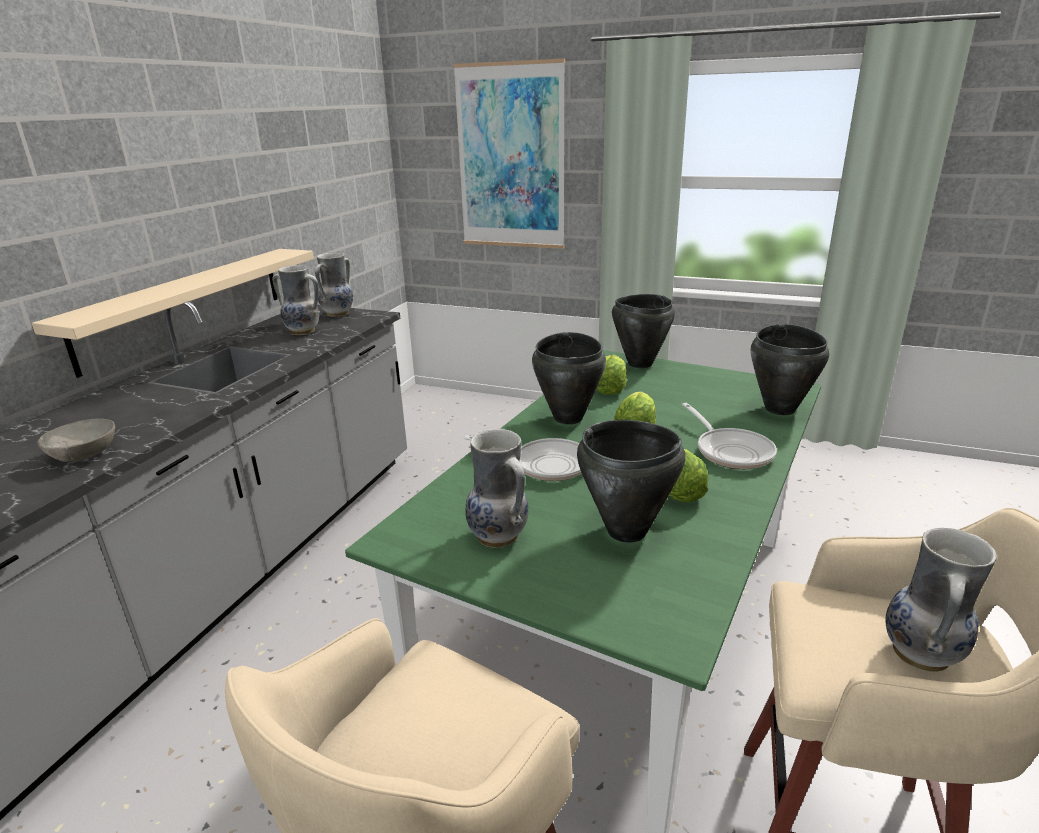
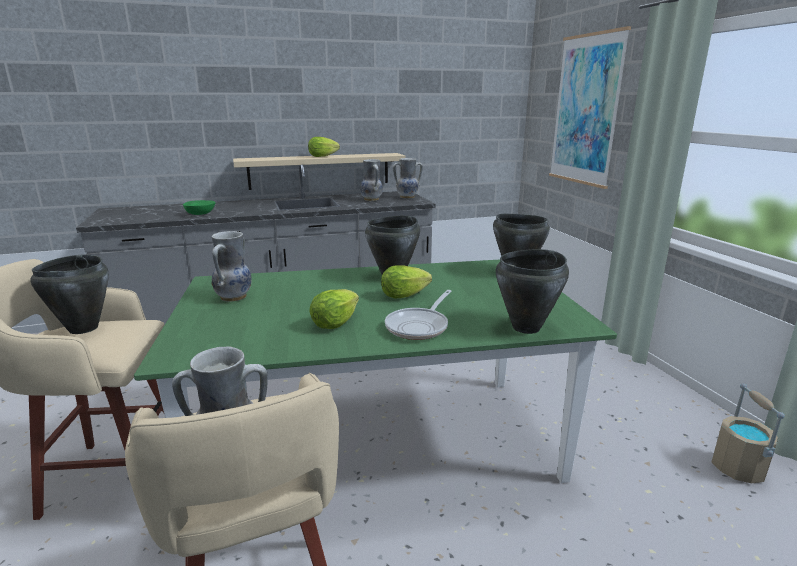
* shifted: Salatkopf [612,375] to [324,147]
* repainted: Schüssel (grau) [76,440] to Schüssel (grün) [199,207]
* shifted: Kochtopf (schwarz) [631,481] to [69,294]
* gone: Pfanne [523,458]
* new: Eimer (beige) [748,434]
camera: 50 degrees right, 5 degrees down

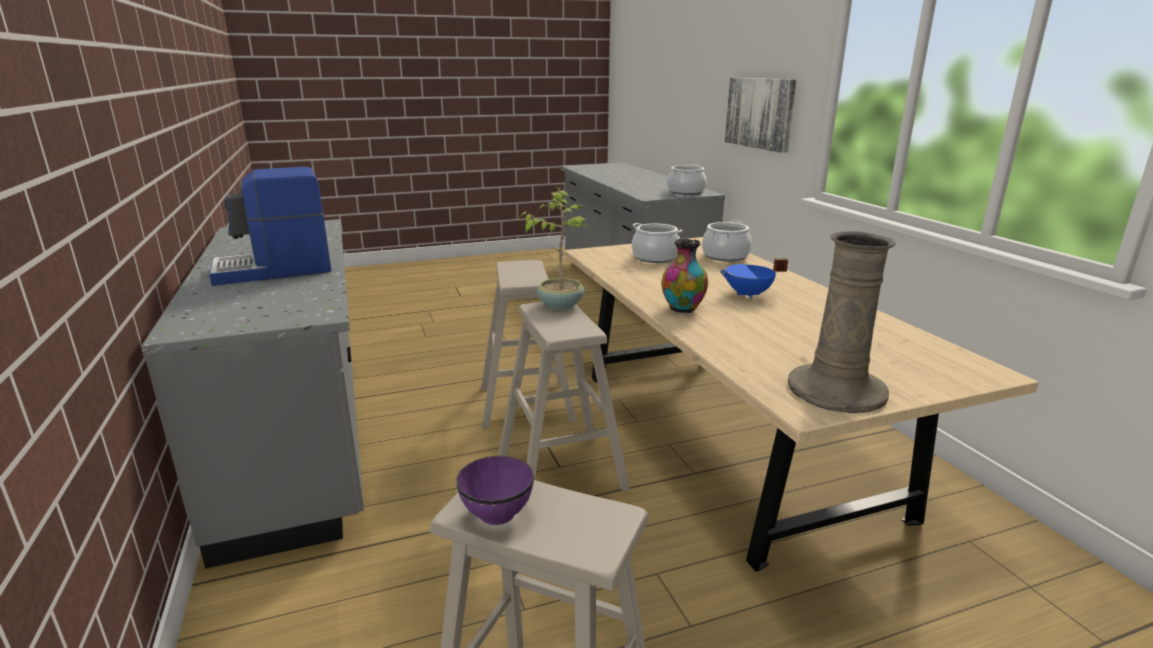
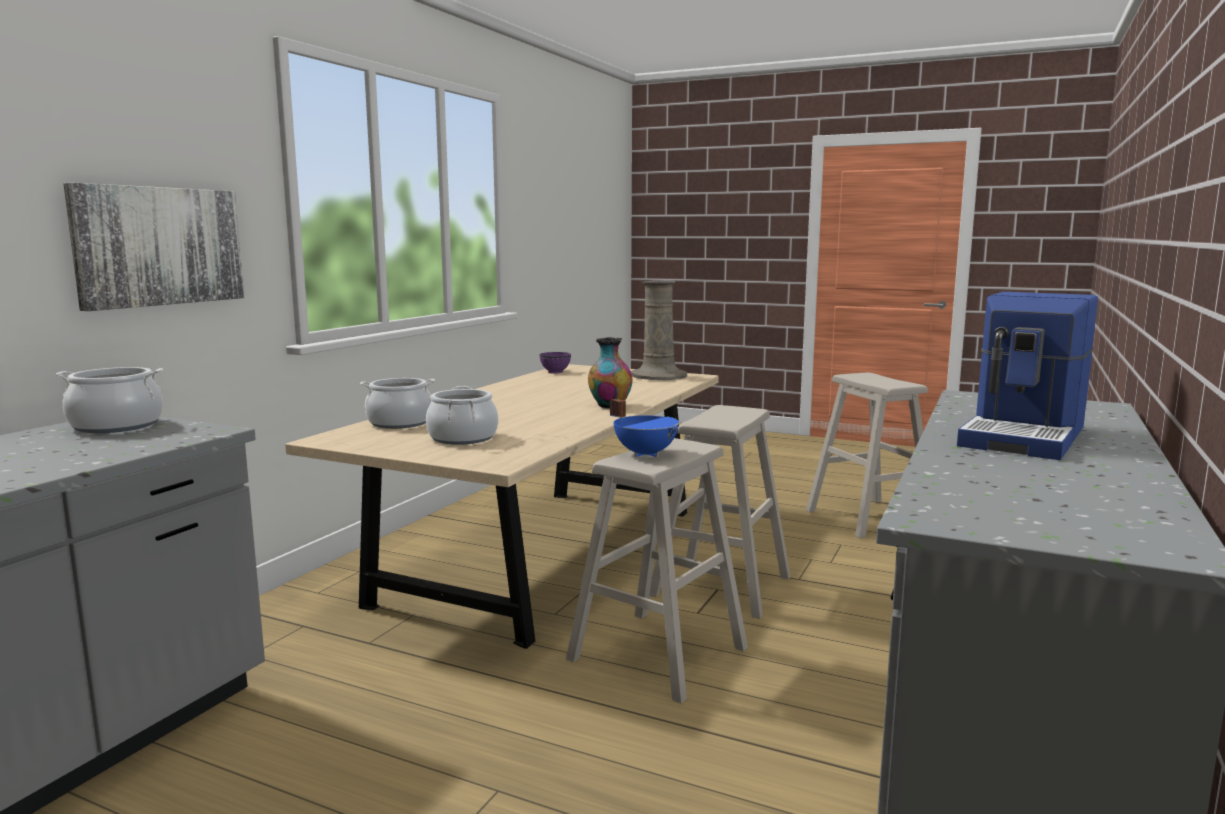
* rotated: Kaffeemaschine [270,226] = [1027,376] 105 degrees clockwise
* gone: Topfpflanze [554,249]
* shifted: Kochtopf (blau) [754,278] to [644,428]
* shifted: Schüssel (lila) [495,490] to [555,362]
camera: 135 degrees left, 10 degrees down

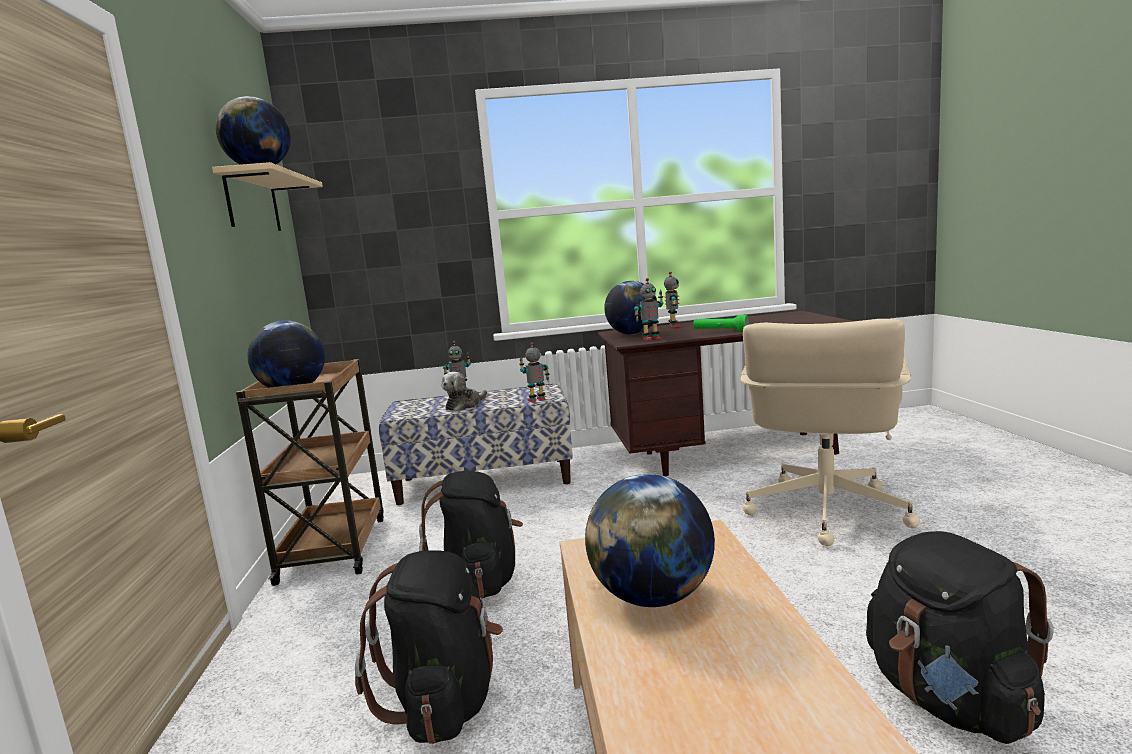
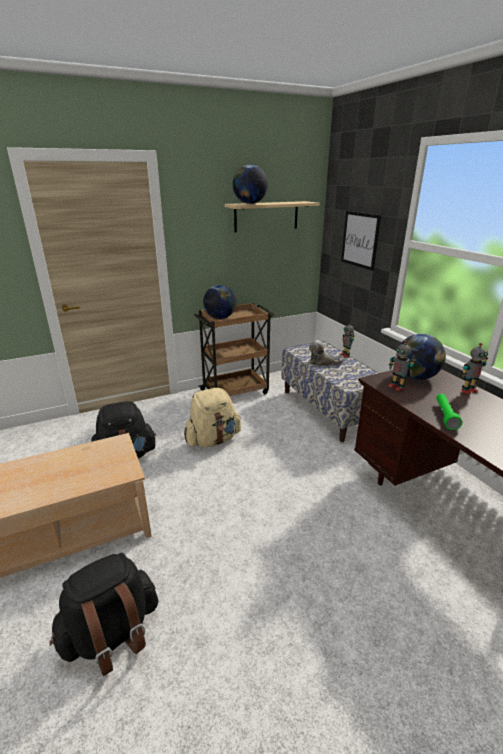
* gone: Bürostuhl (beige) [830,432]
* gone: Spielzeugroboter [534,372]
* repainted: Rucksack (schwarz) [471,535] to Rucksack (beige) [212,417]
* gone: Globus [650,540]
* new: Bild [361,241]
camera: 70 degrees right, 15 degrees up

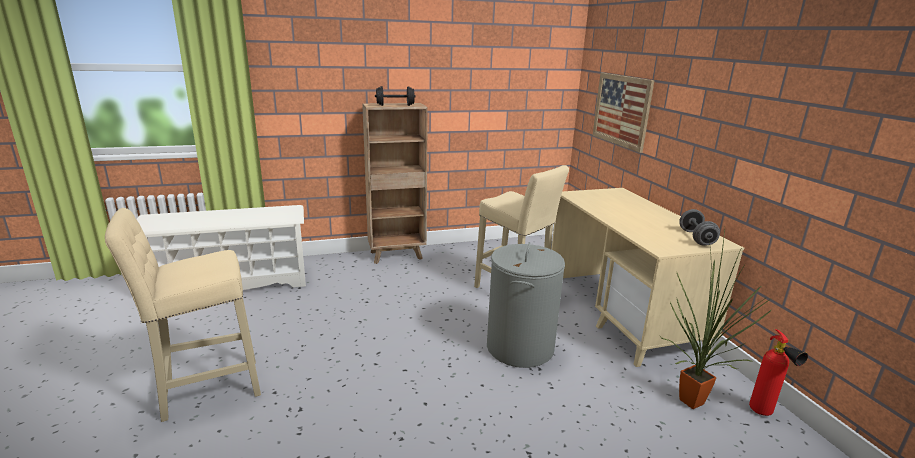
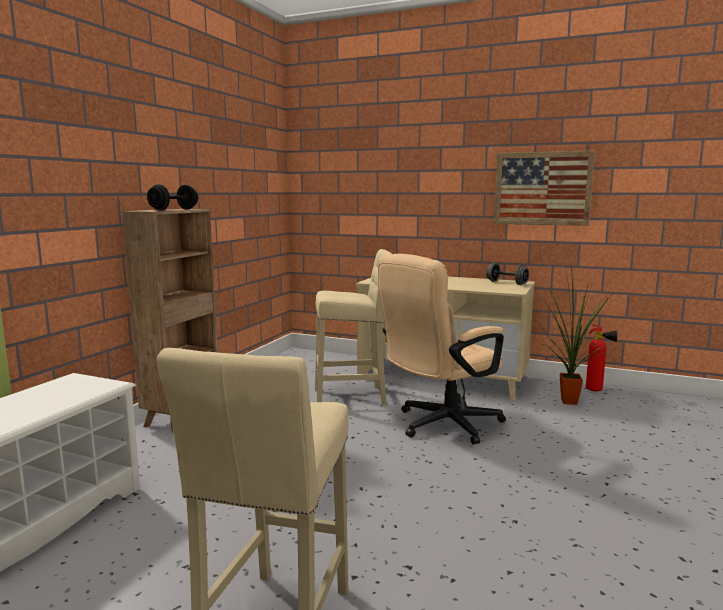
* shifted: Bild [624,113] to [544,188]
* swapped: Wäschekorb (grau) [526,305] to Bürostuhl (beige) [442,349]
camera: 50 degrees left, 10 degrees down

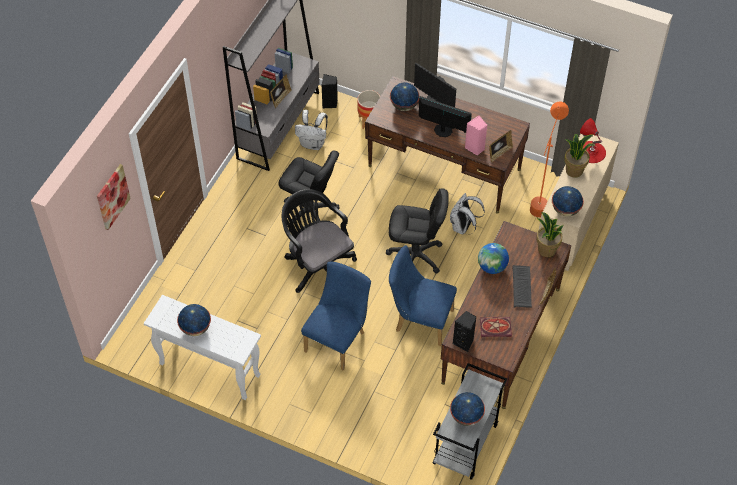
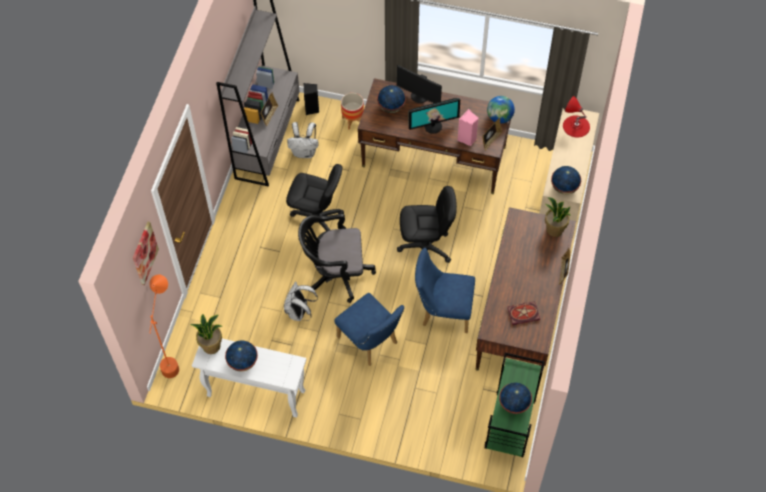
* rotated: Monitor [445,116] = [434,115] 150 degrees clockwise
* shifted: Stehlampe (orange) [549,159] to [164,326]
* shifted: Topfpflanze [580,156] to [206,334]
* rotated: Bürostuhl (schwarz) [319,241] = [337,258] 45 degrees counterclockwise
* shifted: Rucksack (weiß) [467,213] to [301,301]
* shifted: Globus [493,258] to [501,109]
* rotated: Stuhl (blau) [336,316] = [369,329] 120 degrees clockwise
* gone: Tastatur [522,286]
* gone: Lautsprecher (schwarz) [464,331]
* repainted: Rollwagen (grau) [470,421] to Rollwagen (grün) [514,405]
camera: 10 degrees left, 5 degrees up

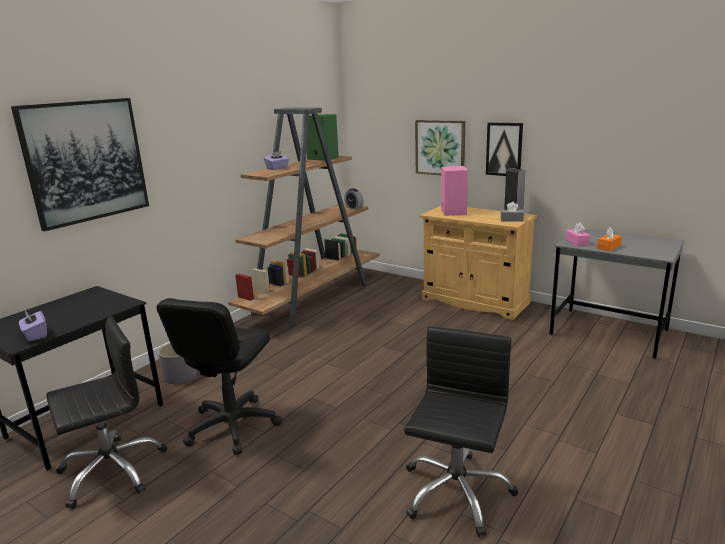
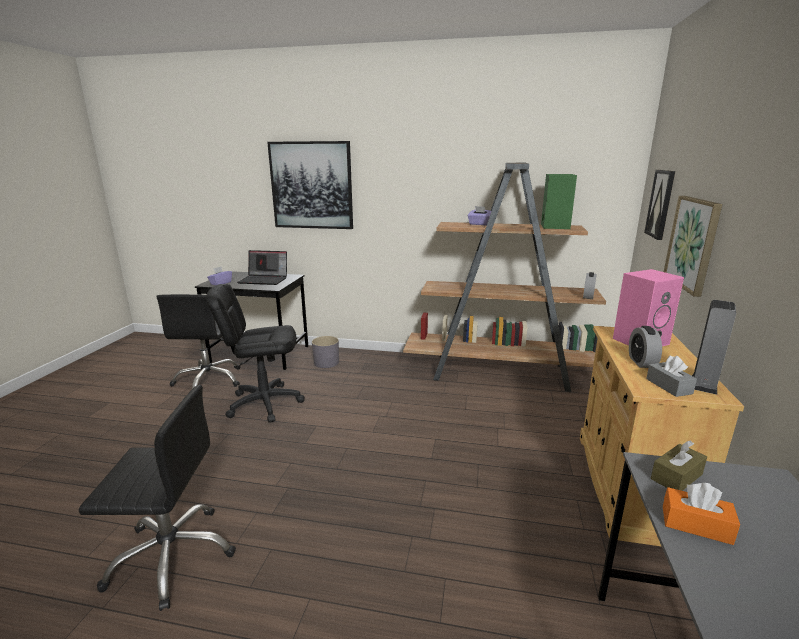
* shifted: Bild [504,149] to [659,205]
* repainted: Taschentuchbox (rosa) [577,234] to Taschentuchbox (braun) [679,466]
* rotated: Bürostuhl (schwarz) [106,412] = [198,341] 60 degrees clockwise
* new: Laptop [262,267]
* new: Wecker [645,347]
camera: 65 degrees right, 0 degrees up

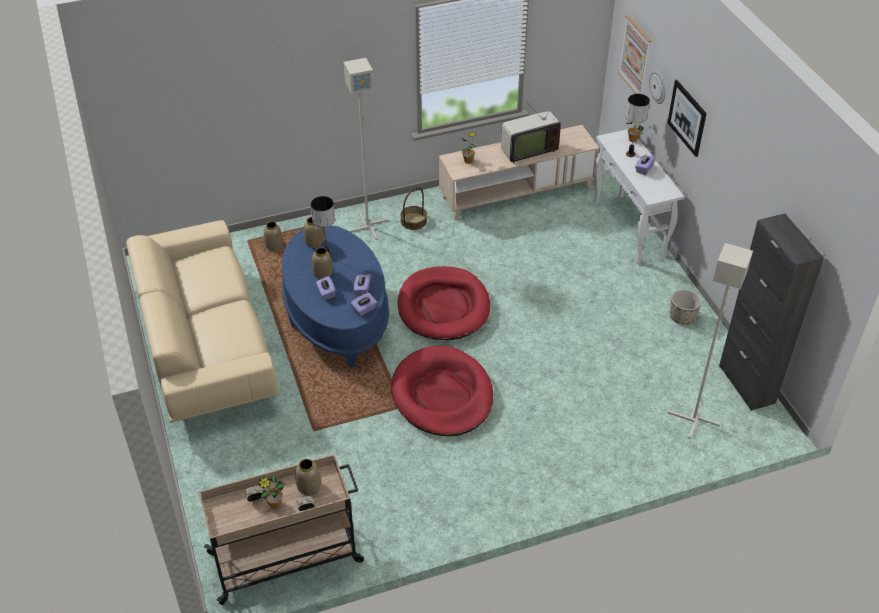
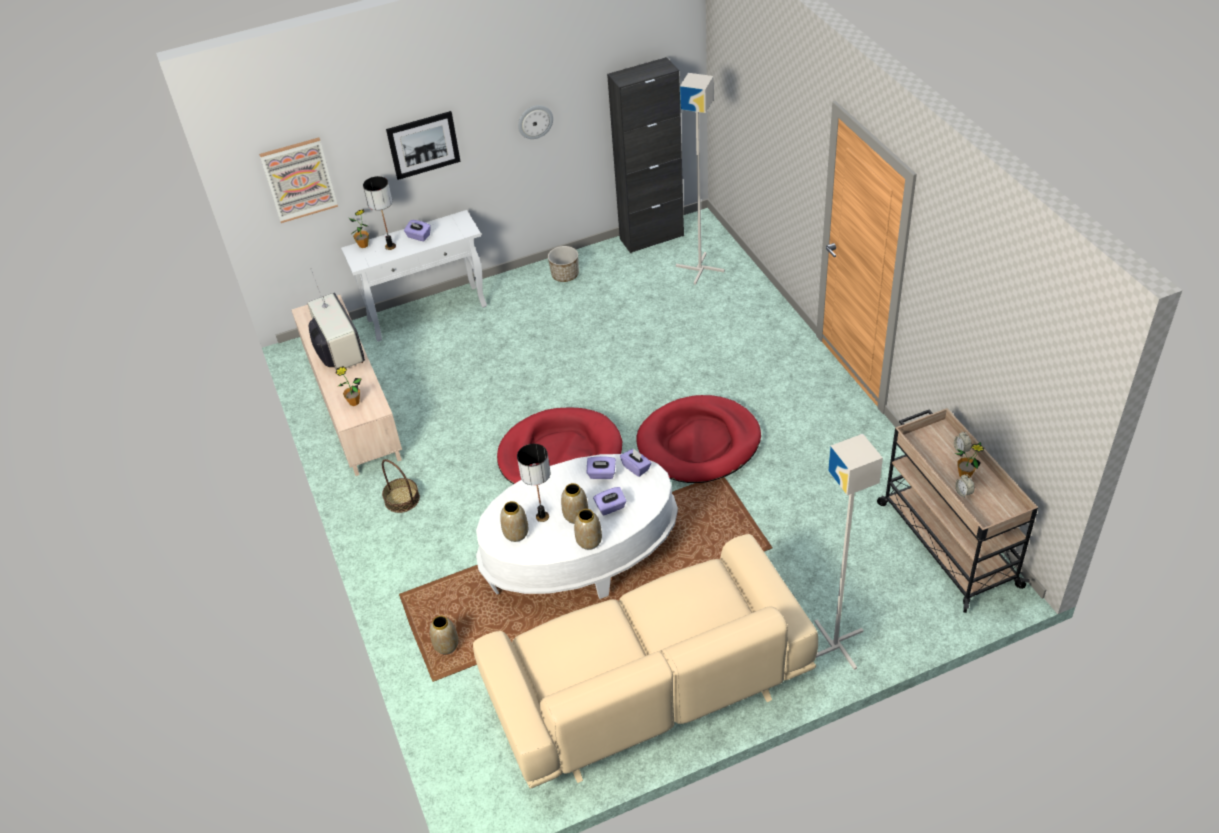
* shifted: Stehlampe (grau) [366,149] to [849,552]
* shifted: Wanduhr [657,87] to [535,122]
* repainted: Couchtisch (blau) [335,296] to Couchtisch (weiß) [577,526]
* shifted: Vase [308,477] to [588,529]
camera: 90 degrees left, 0 degrees up

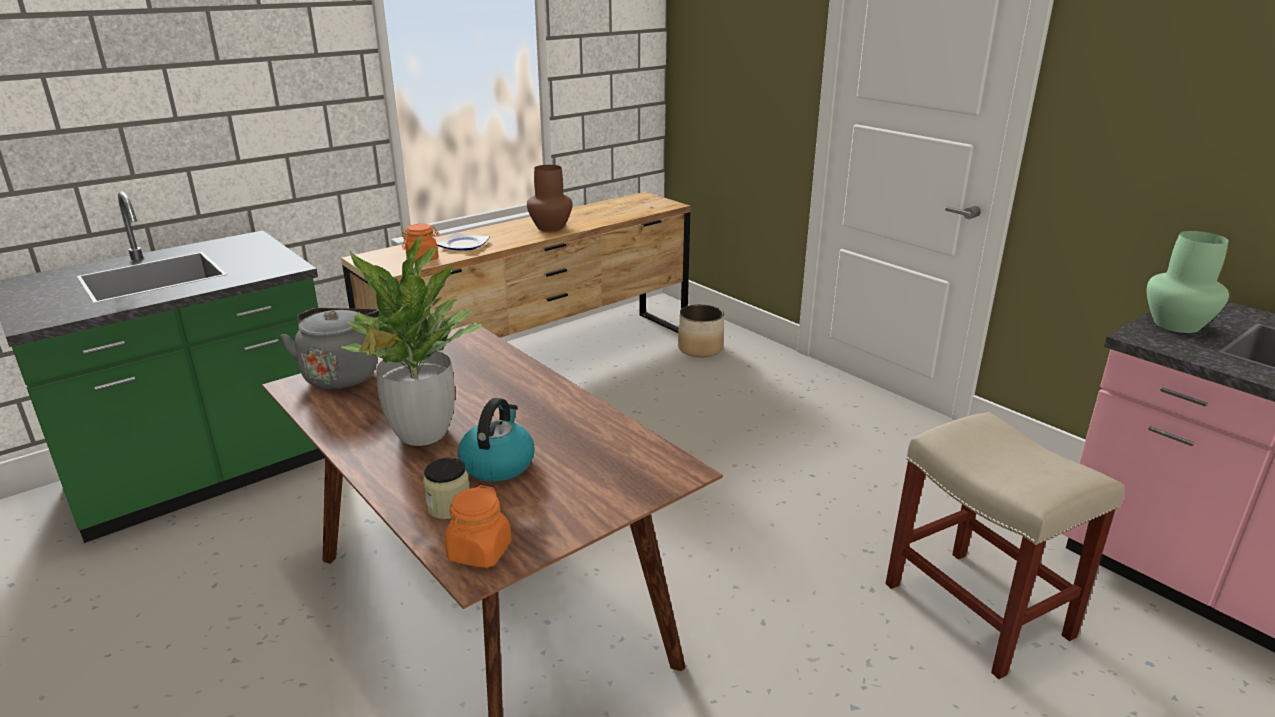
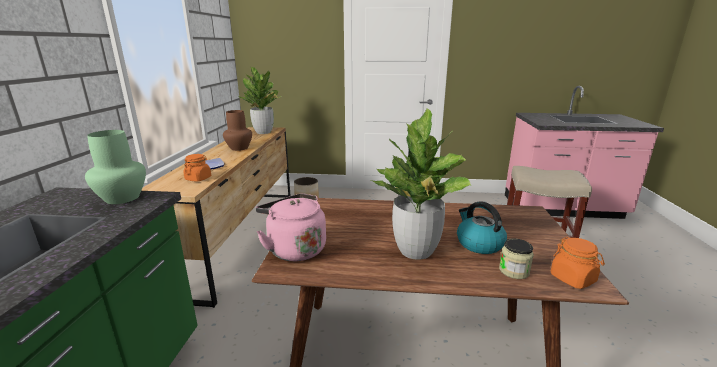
* shifted: Vase (grün) [1188,282] to [115,167]
* repainted: Wasserkessel (grau) [330,348] to Wasserkessel (rosa) [291,227]
* new: Topfpflanze [260,100]
camera: 45 degrees left, 5 degrees down

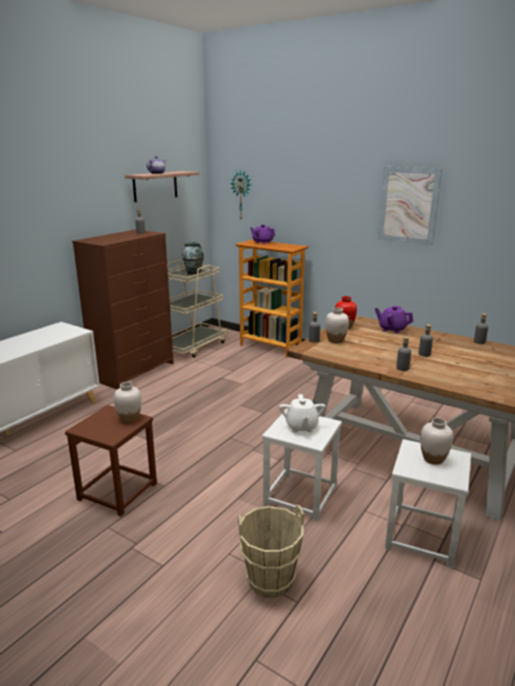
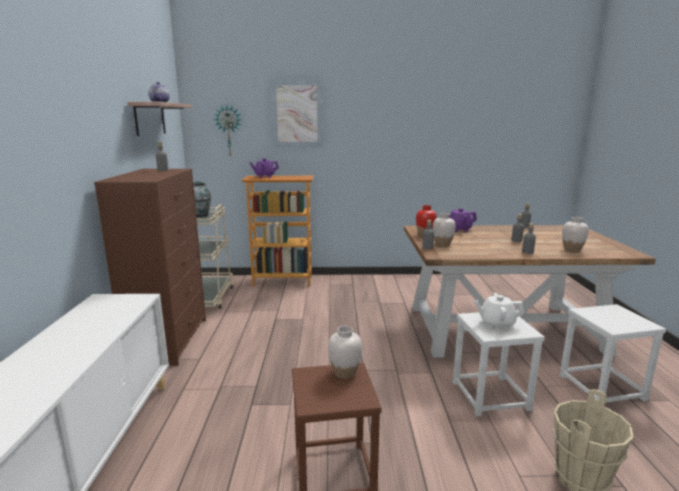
* shifted: Bild [410,206] to [297,113]
* rotated: Teekanne (weiß) [302,413] = [499,311] 135 degrees clockwise
* shifted: Vase (weiß) [436,441] to [575,234]
camera: 35 degrees left, 5 degrees down

